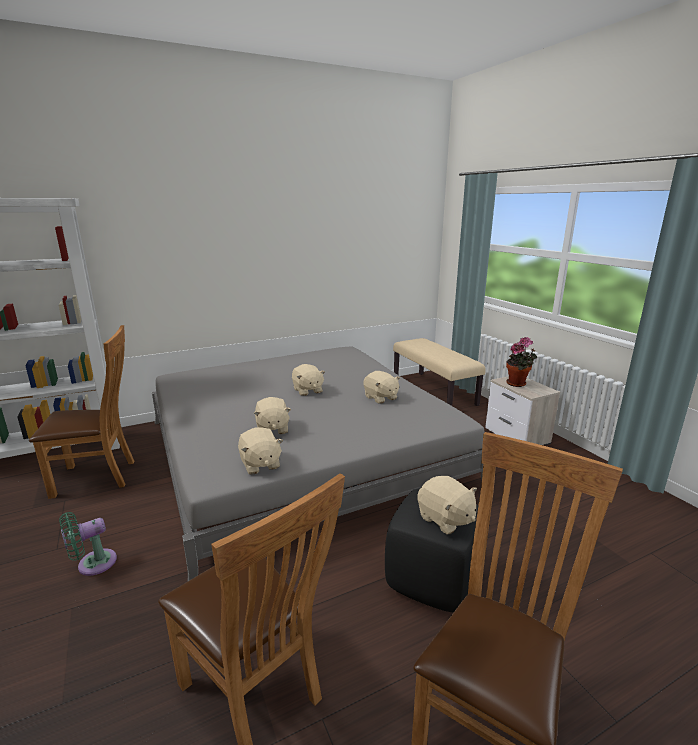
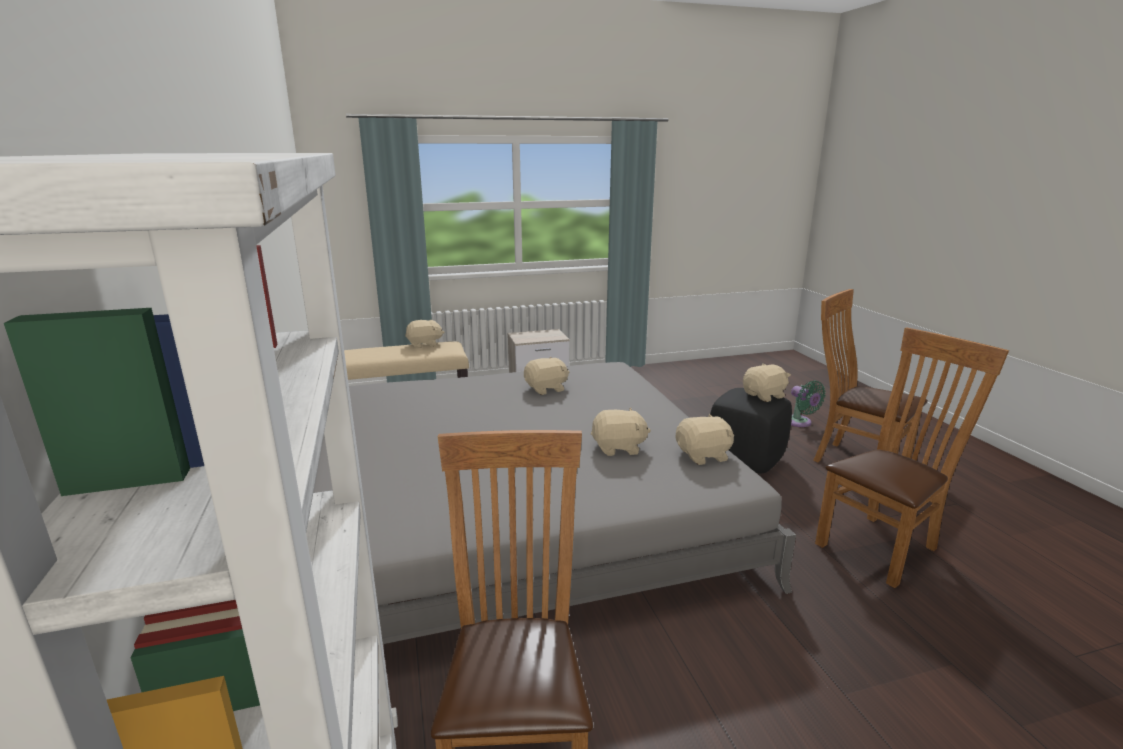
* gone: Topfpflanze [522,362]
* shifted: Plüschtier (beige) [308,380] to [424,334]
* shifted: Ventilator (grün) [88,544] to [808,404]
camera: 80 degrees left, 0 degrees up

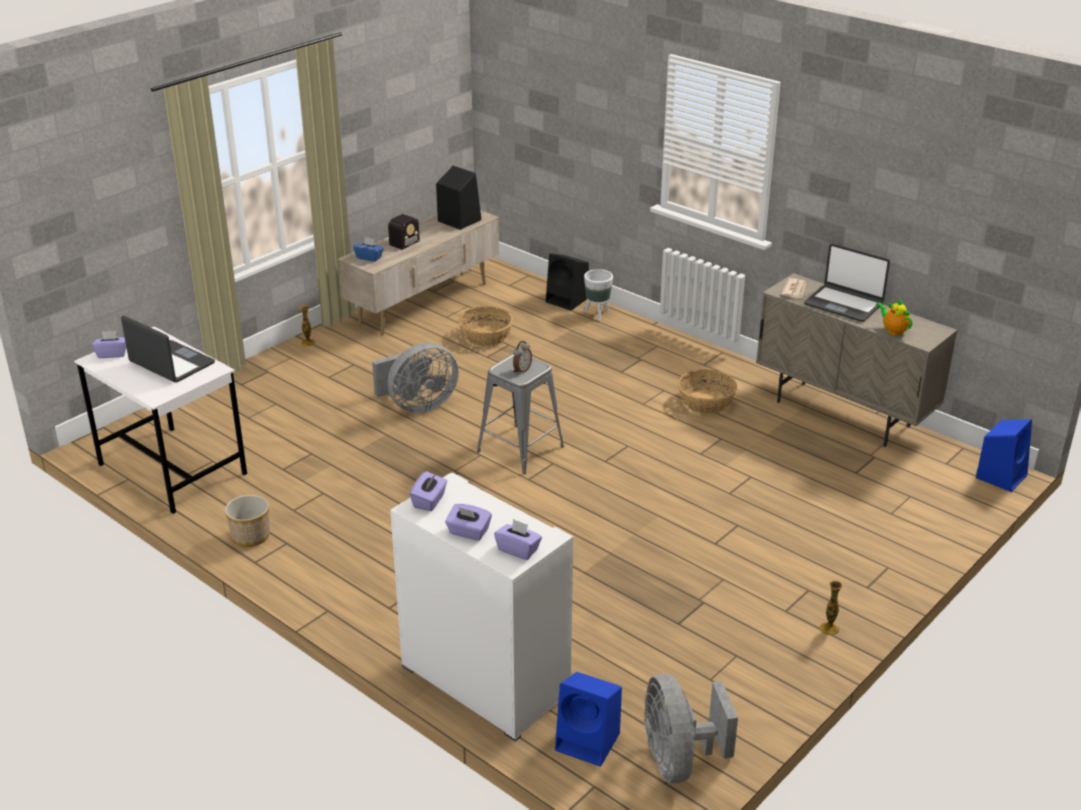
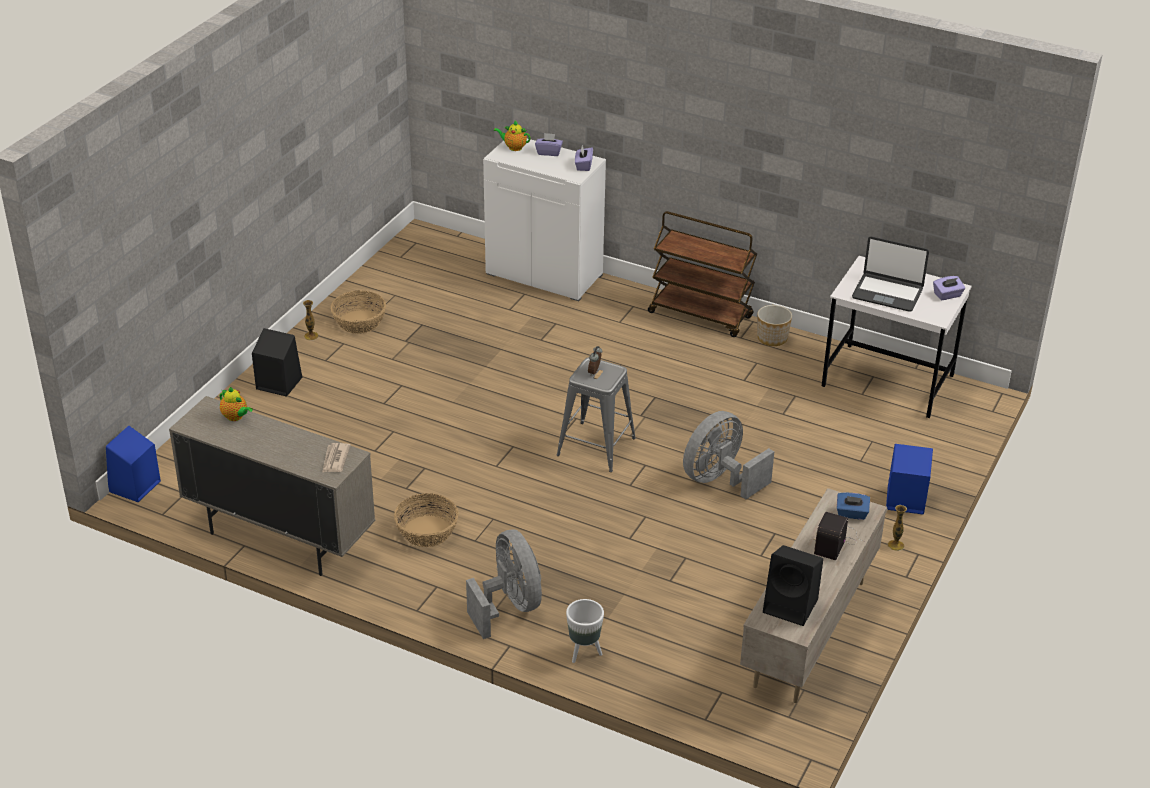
* gone: Laptop [847,283]
* shifted: Lautsprecher (schwarz) [567,281] to [277,362]
* shifted: Korb [485,326] to [358,312]
* swapped: Taschentuchbox (lila) [518,539] to Teekanne [511,136]
* shifted: Lautsprecher (blau) [588,719] to [909,479]
* shifted: Ventilator (grau) [691,728] to [504,584]
* new: Rollwagen (braun) [702,274]
camera: 165 degrees right, 5 degrees up

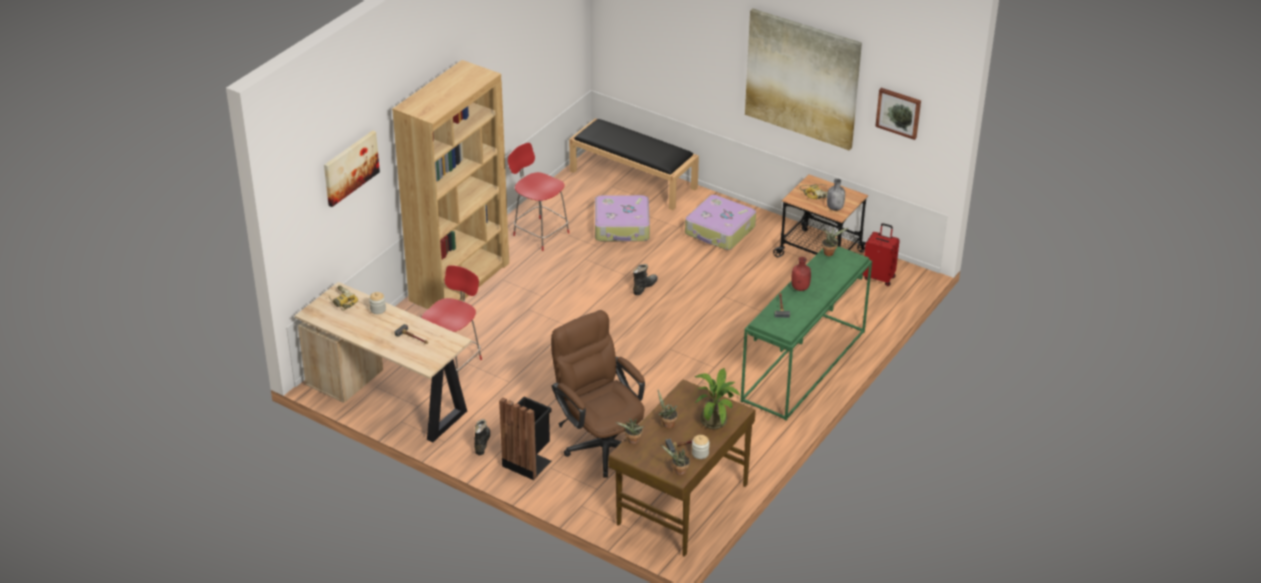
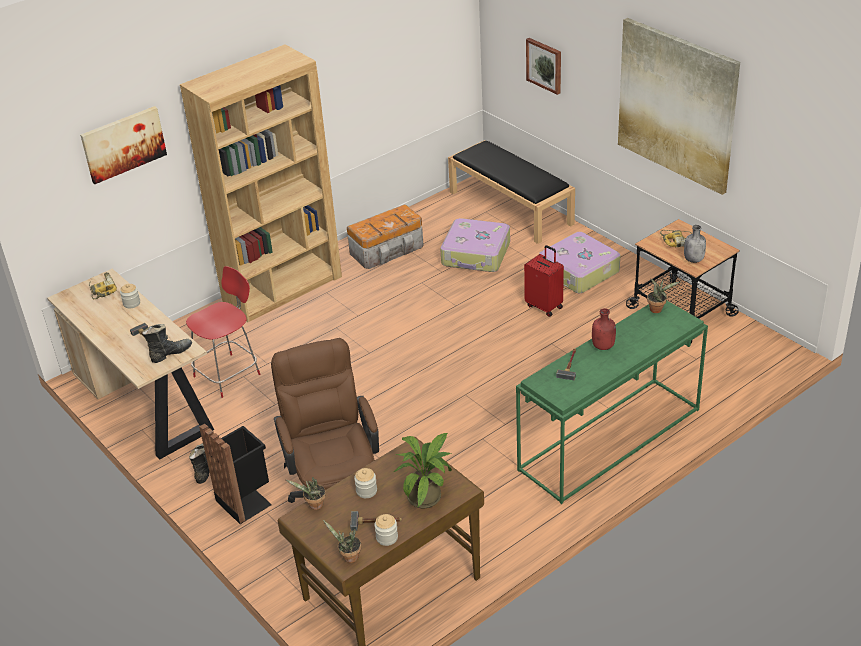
* shifted: Bild [898,114] to [543,66]
* swapped: Stuhl (rot) [538,197] to Aufbewahrungsbox [385,236]
* shifted: Koffer (rot) [881,254] to [544,281]
* shifted: Stiefel (schwarz) [645,279] to [167,343]
* swapped: Topfpflanze [668,409] to Vorratsglas [365,483]
camera: 20 degrees right, 0 degrees up

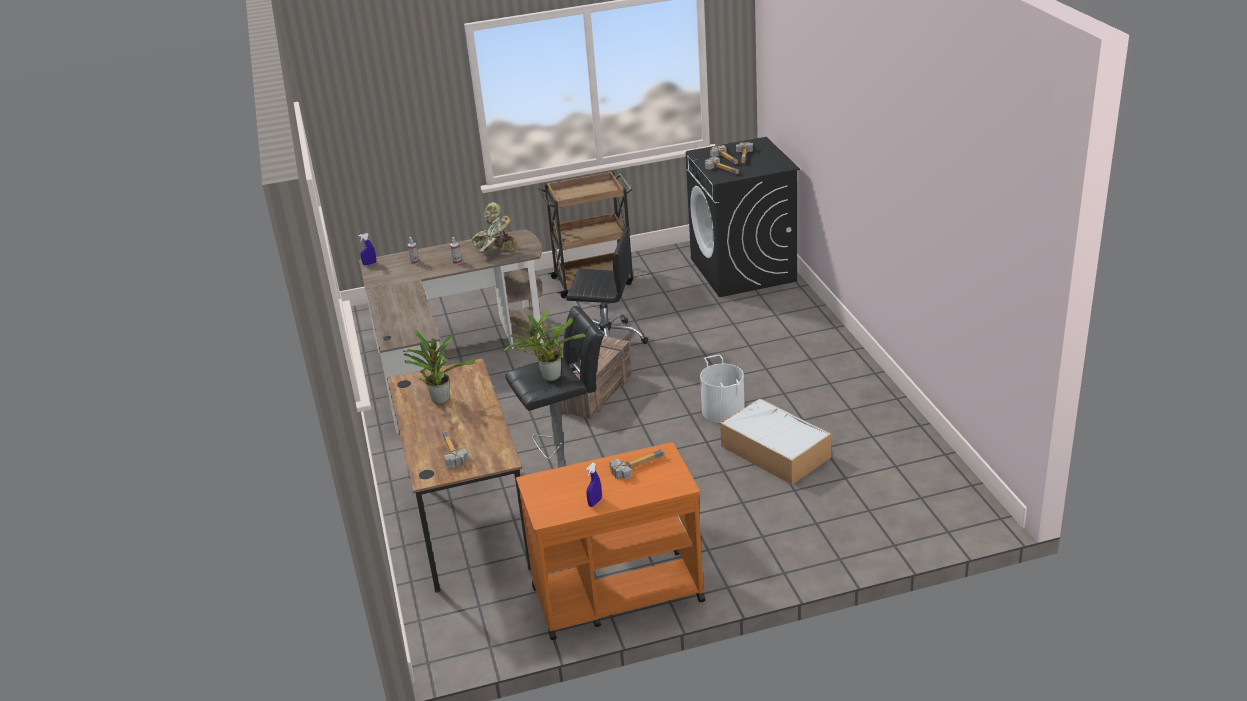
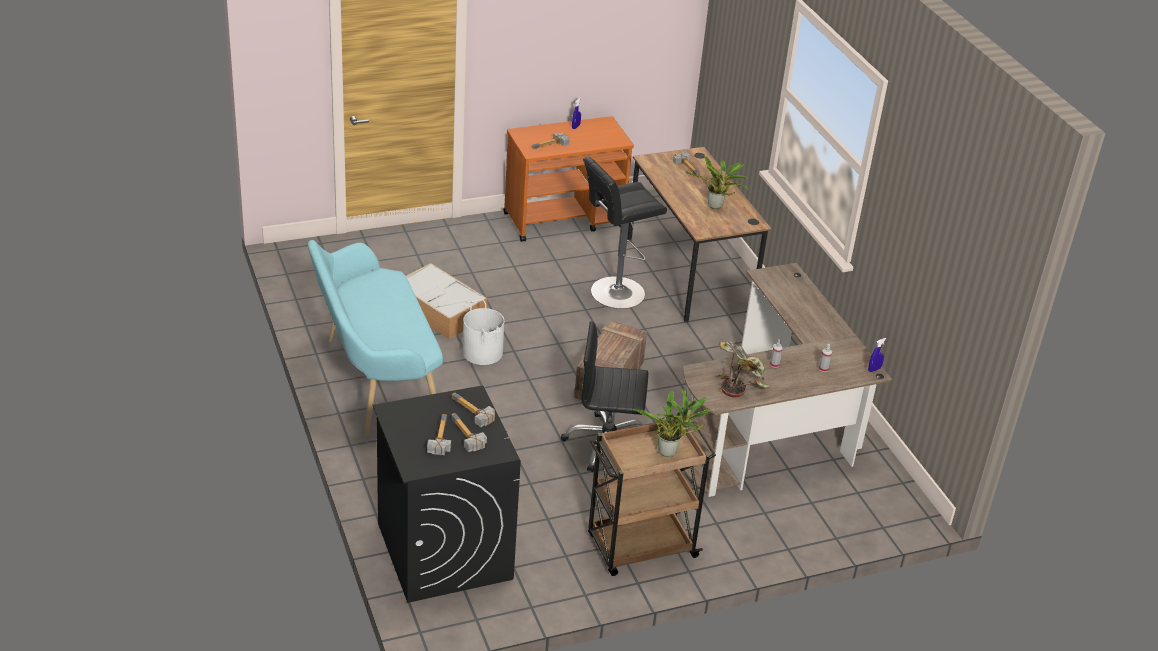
* shifted: Topfpflanze [544,345] to [673,423]
* new: Bank (türkis) [375,338]
camera: 170 degrees right, 5 degrees up

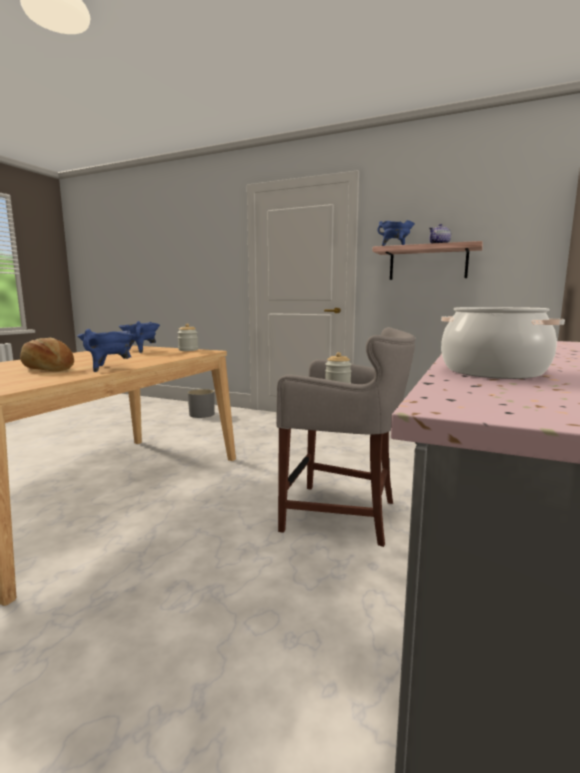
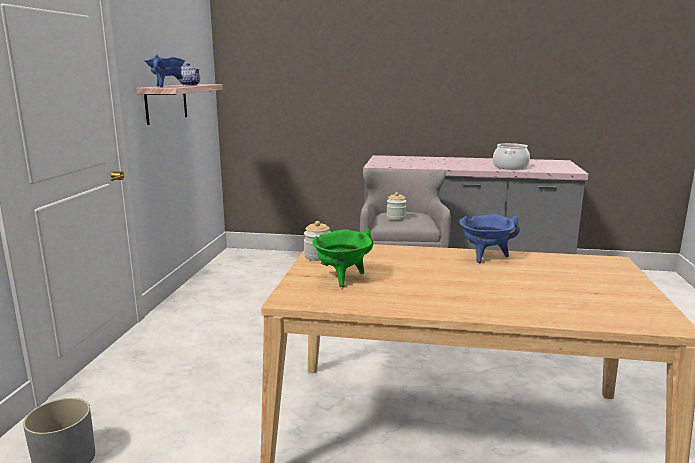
* repainted: Kochtopf (blau) [139,337] to Kochtopf (grün) [342,258]
* gone: Brot [47,354]
camera: 105 degrees left, 5 degrees up

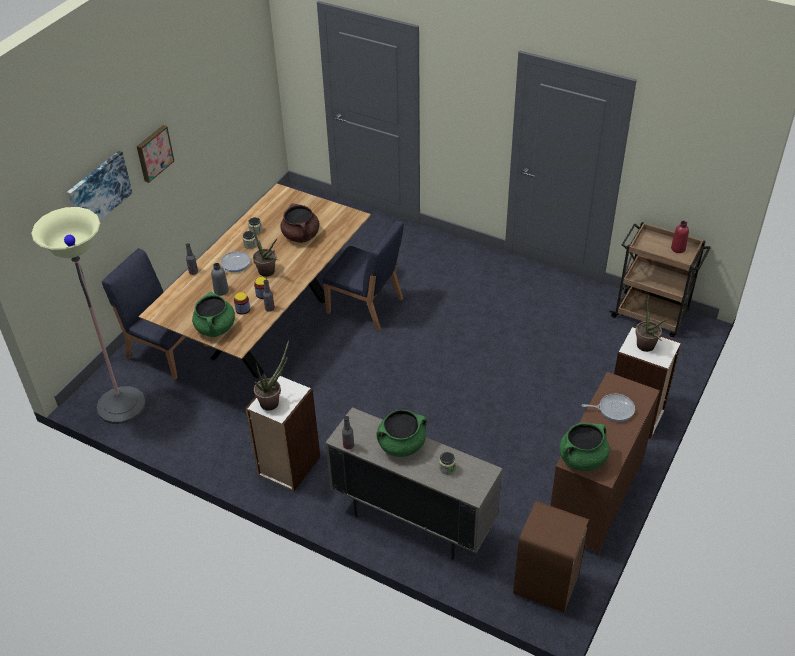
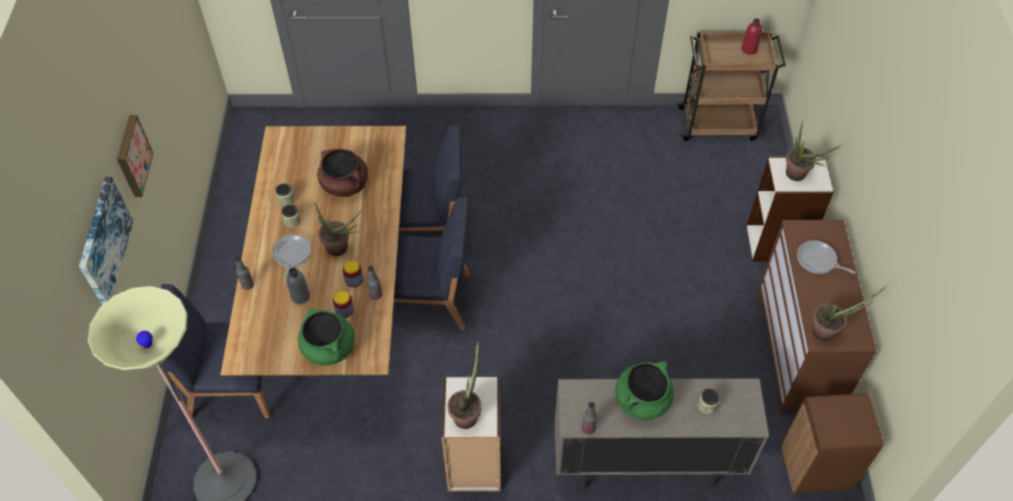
* rotated: Pfanne [608,408] = [826,257] 120 degrees counterclockwise
* swapped: Kochtopf (grün) [584,446] to Topfpflanze [849,313]
* new: Stuhl (blau) [431,263]
camera: 30 degrees left, 10 degrees up

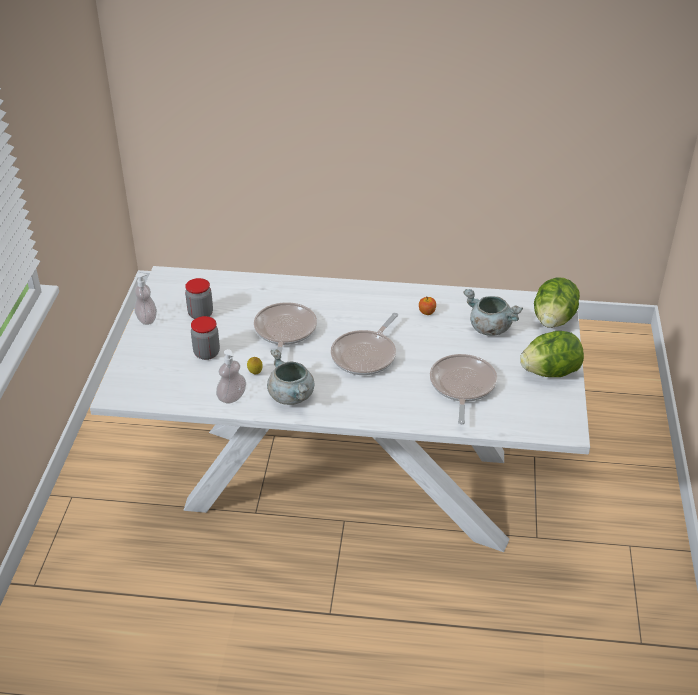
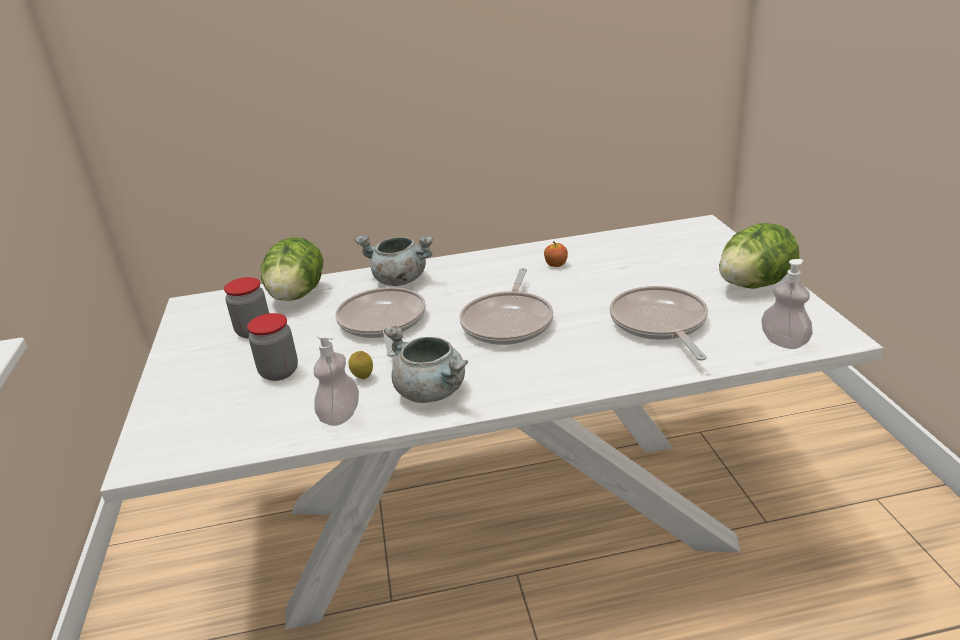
* shifted: Seifenspender [145,299] to [787,304]
* shifted: Salatkopf [557,302] to [292,269]
* shifted: Kochtopf (grau) [493,312] to [394,260]
camera: 15 degrees left, 10 degrees down

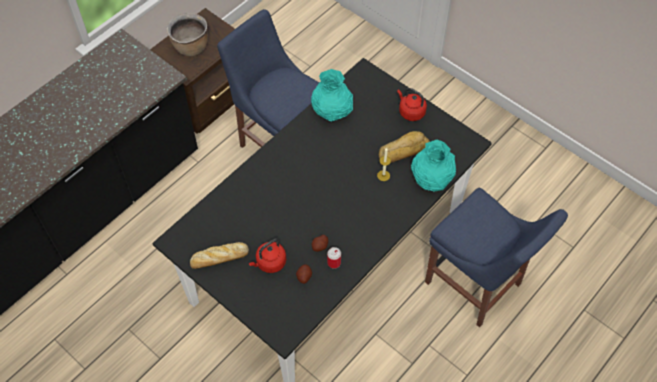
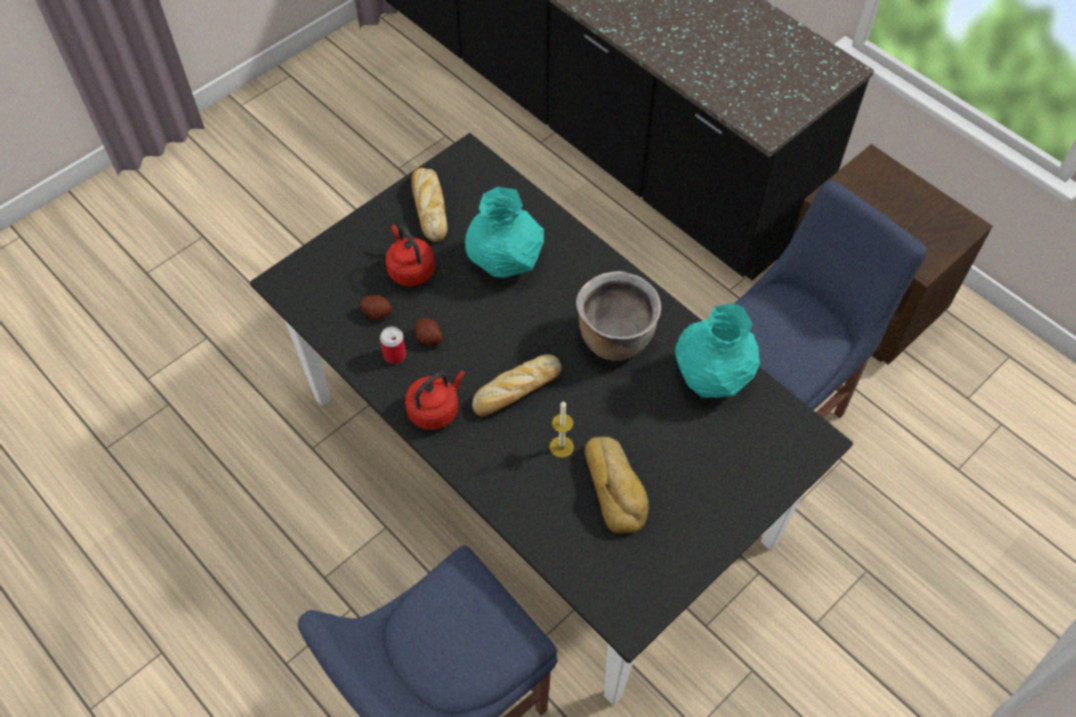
* shifted: Kochtopf (braun) [187,34] to [618,316]
* shifted: Wasserkessel (rot) [412,104] to [435,400]
* shifted: Vase (türkis) [433,165] to [504,232]
* new: Brot [517,385]
camera: 95 degrees right, 0 degrees up

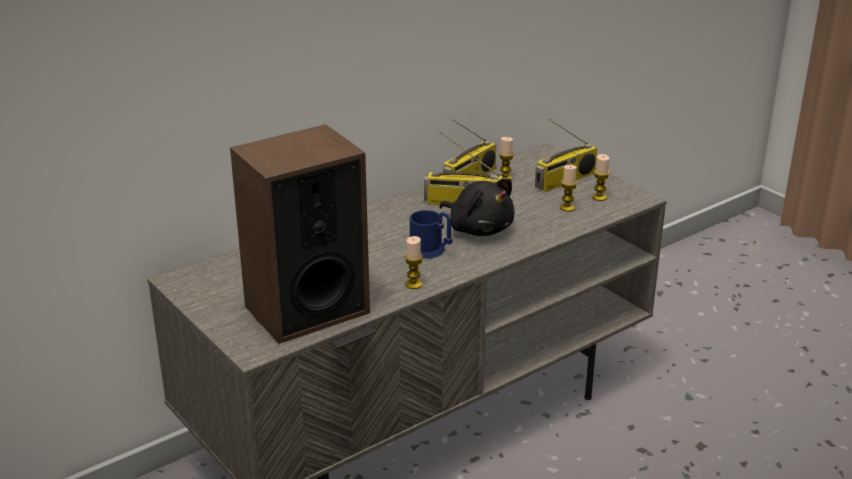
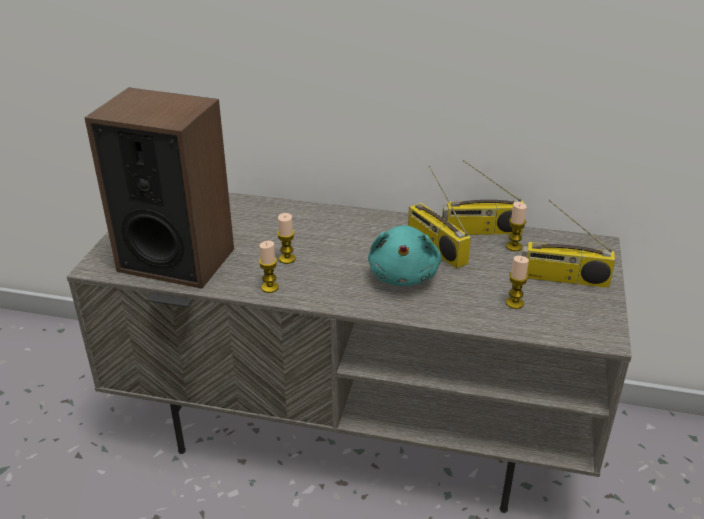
* shifted: Kerze [601,177] to [286,238]
* repainted: Plüschtier (schwarz) [477,207] to Plüschtier (türkis) [404,255]
* gone: Henkelbecher (blau) [429,234]
camera: 50 degrees right, 5 degrees up

